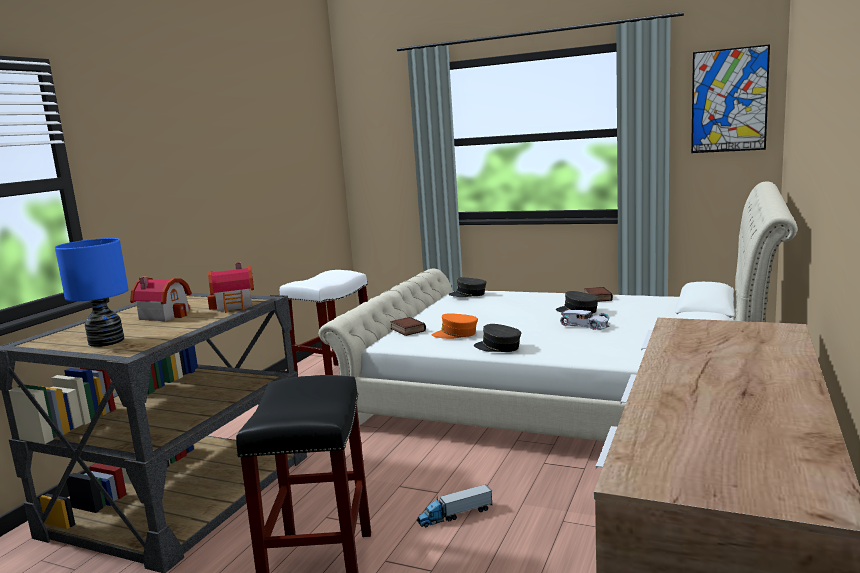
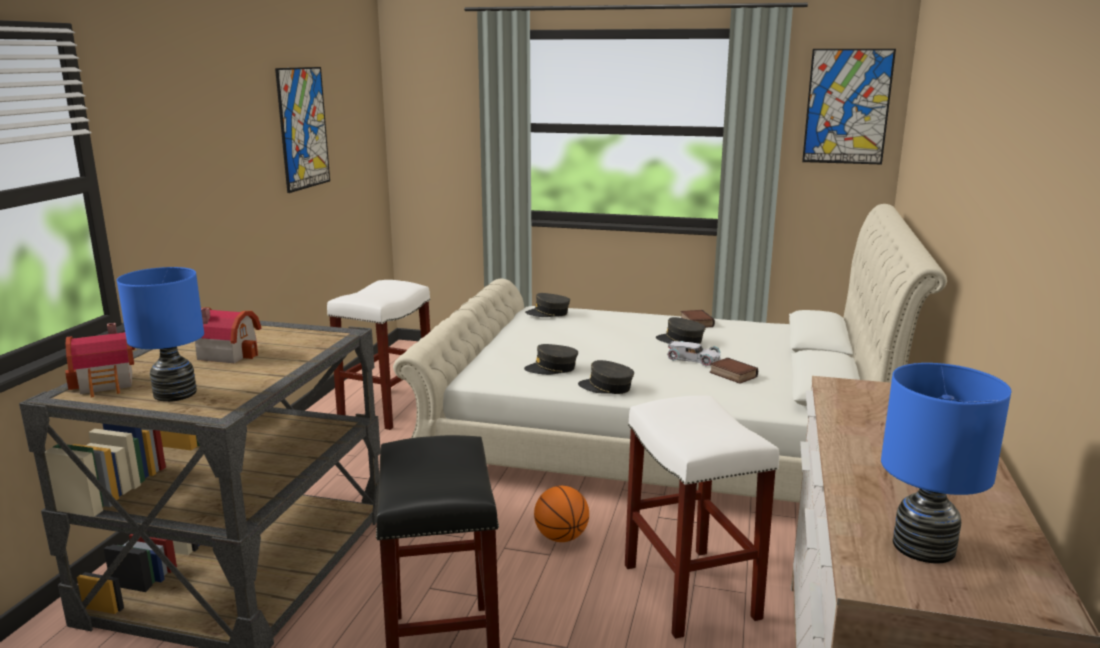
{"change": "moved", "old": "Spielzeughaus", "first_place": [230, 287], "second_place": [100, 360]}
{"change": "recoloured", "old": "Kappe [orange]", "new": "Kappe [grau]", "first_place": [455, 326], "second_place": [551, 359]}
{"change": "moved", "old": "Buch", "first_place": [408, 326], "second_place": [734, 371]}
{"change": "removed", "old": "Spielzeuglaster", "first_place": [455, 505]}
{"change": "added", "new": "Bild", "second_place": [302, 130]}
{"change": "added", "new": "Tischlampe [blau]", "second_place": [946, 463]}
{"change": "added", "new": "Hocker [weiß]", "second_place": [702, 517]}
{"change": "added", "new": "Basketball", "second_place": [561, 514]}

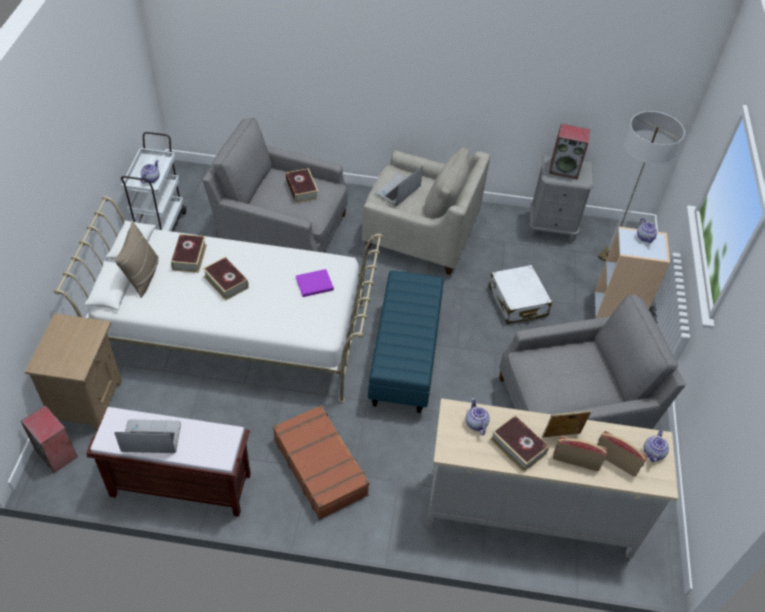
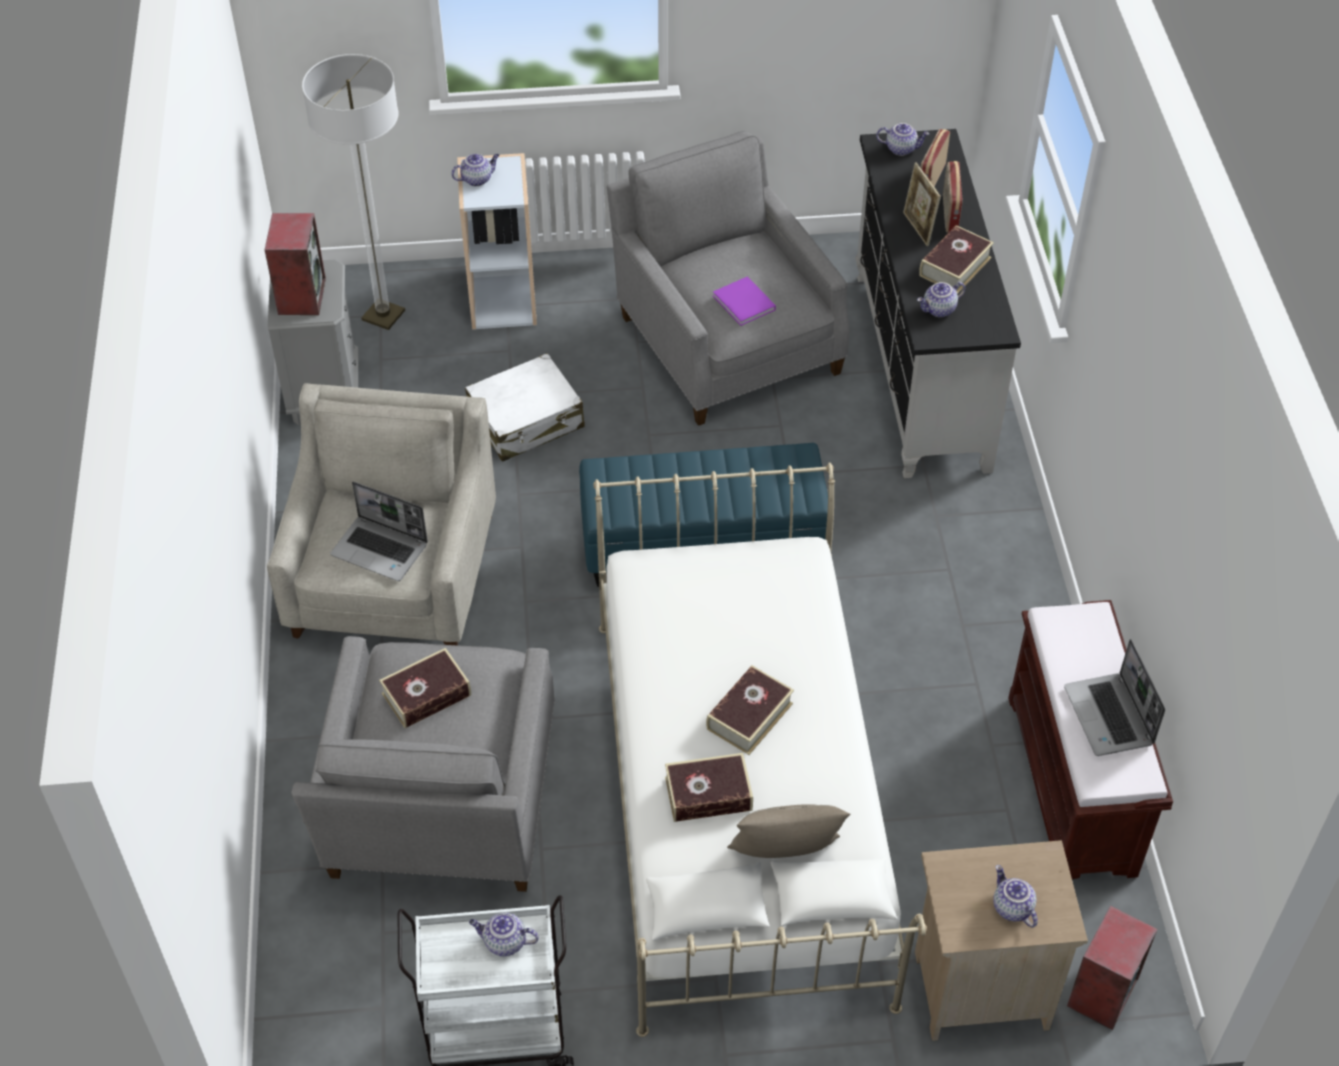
{"change": "moved", "old": "Buch [lila]", "first_place": [315, 283], "second_place": [744, 301]}
{"change": "recoloured", "old": "Kommode [beige]", "new": "Kommode [schwarz]", "first_place": [552, 478], "second_place": [938, 303]}
{"change": "removed", "old": "Koffer [braun]", "first_place": [321, 462]}
{"change": "added", "new": "Teekanne", "second_place": [1015, 896]}

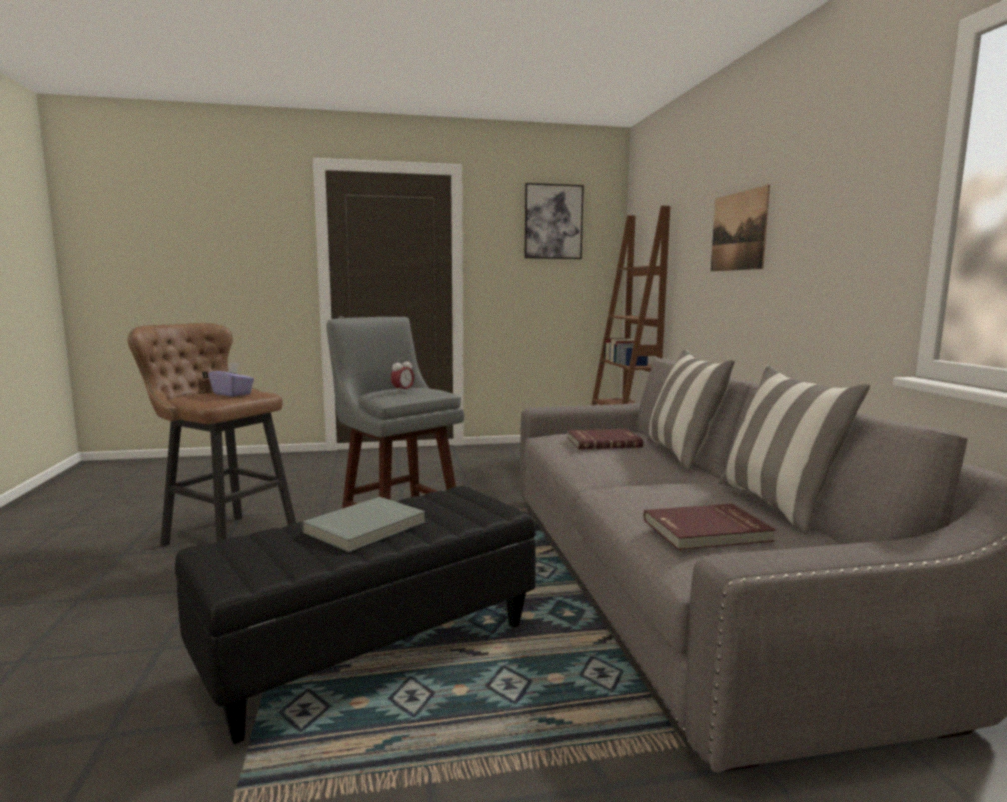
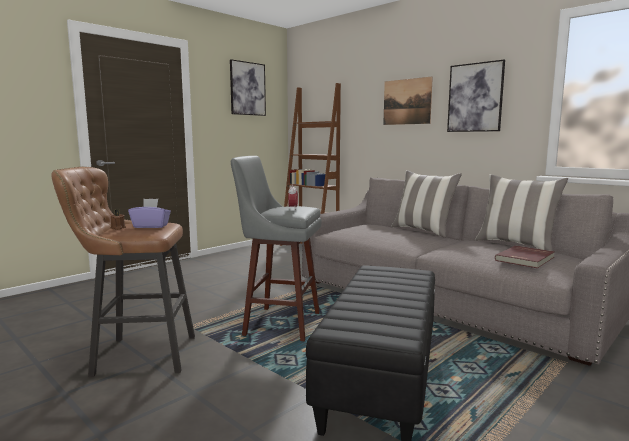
{"change": "removed", "old": "Buch [rot]", "first_place": [605, 439]}
{"change": "removed", "old": "Buch [grau]", "first_place": [363, 524]}
{"change": "added", "new": "Bild", "second_place": [476, 96]}

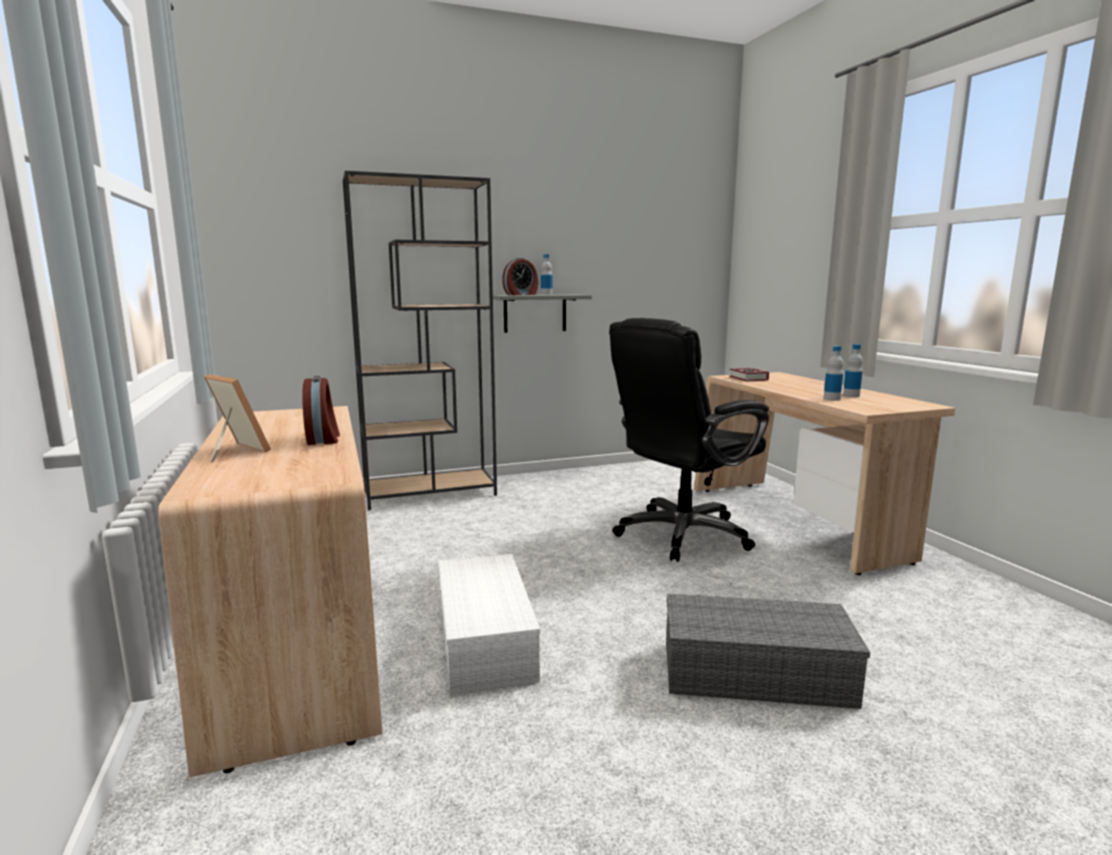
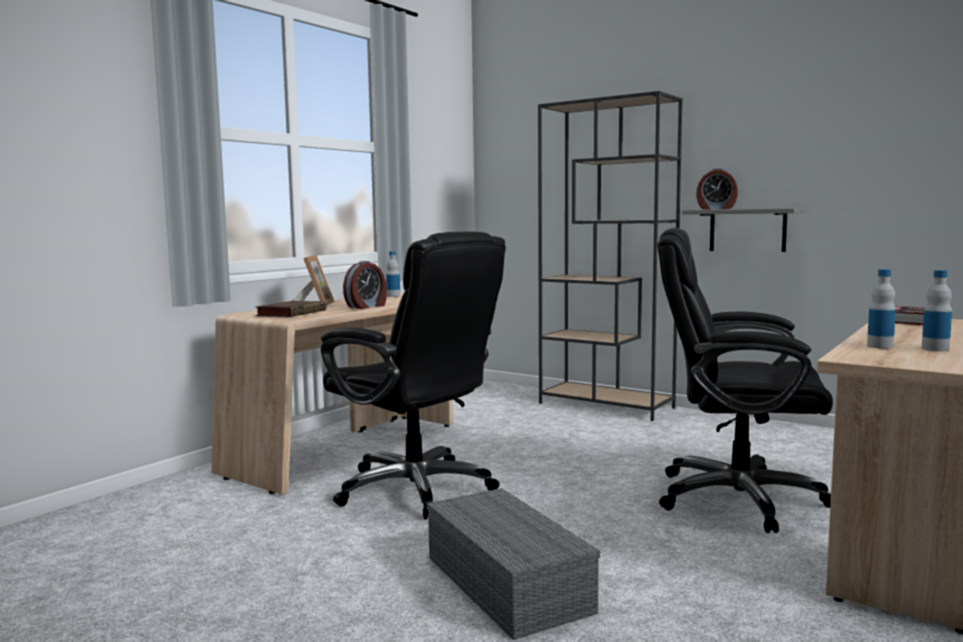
{"change": "moved", "old": "Flasche", "first_place": [546, 274], "second_place": [393, 274]}
{"change": "replaced", "old": "Aufbewahrungsbox [weiß]", "new": "Bürostuhl [schwarz]", "first_place": [489, 624], "second_place": [413, 375]}
{"change": "added", "new": "Buch", "second_place": [291, 309]}

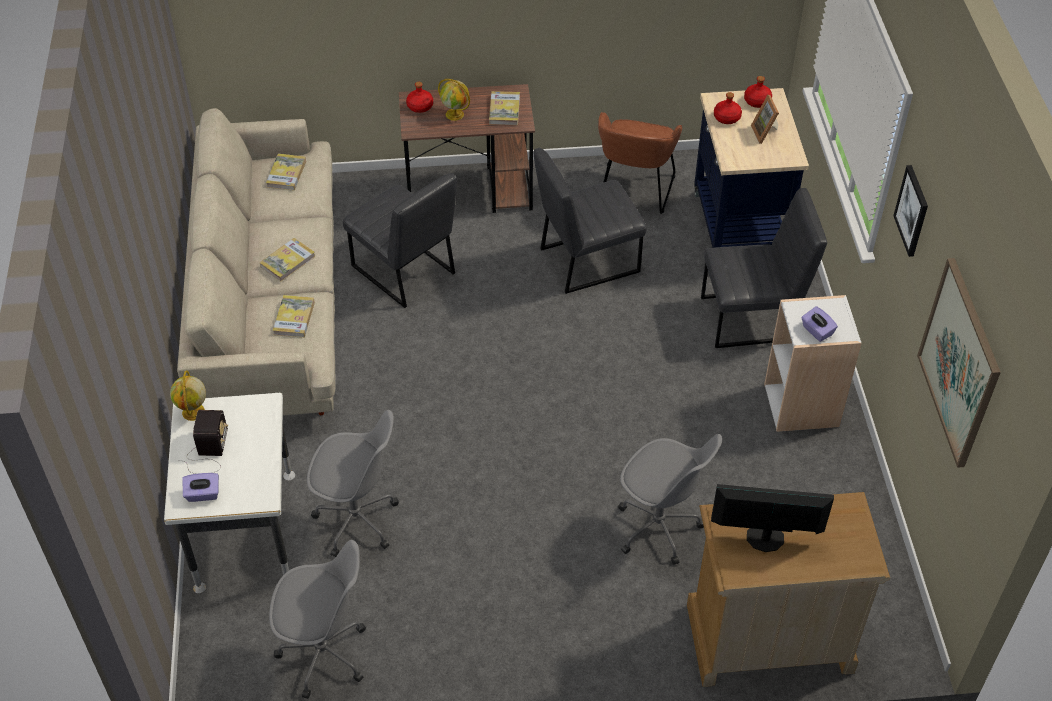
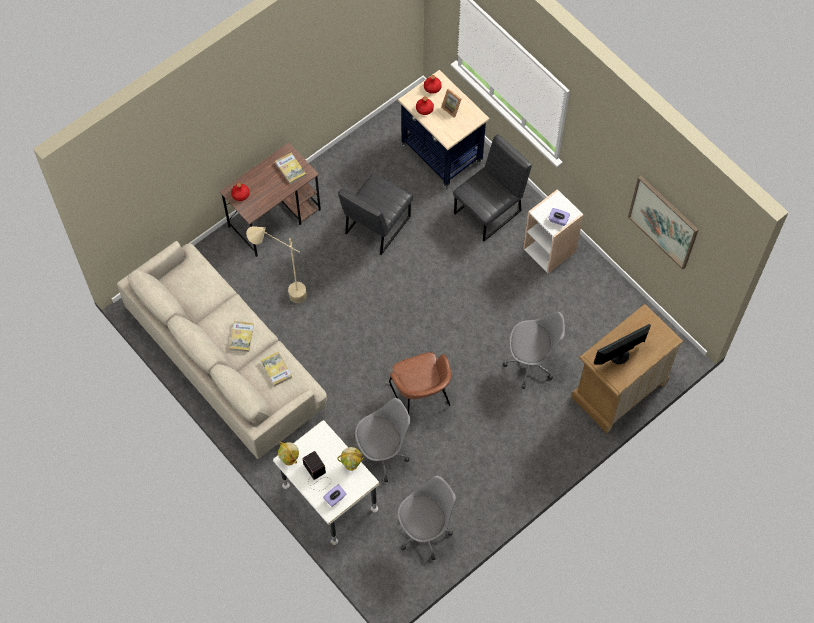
{"change": "moved", "old": "Globus", "first_place": [454, 100], "second_place": [350, 459]}
{"change": "moved", "old": "Sessel [braun]", "first_place": [640, 163], "second_place": [420, 383]}
{"change": "removed", "old": "Buch", "first_place": [286, 172]}
{"change": "removed", "old": "Bild", "first_place": [910, 211]}
{"change": "replaced", "old": "Stuhl [grau]", "new": "Stehlampe [beige]", "first_place": [400, 240], "second_place": [276, 264]}

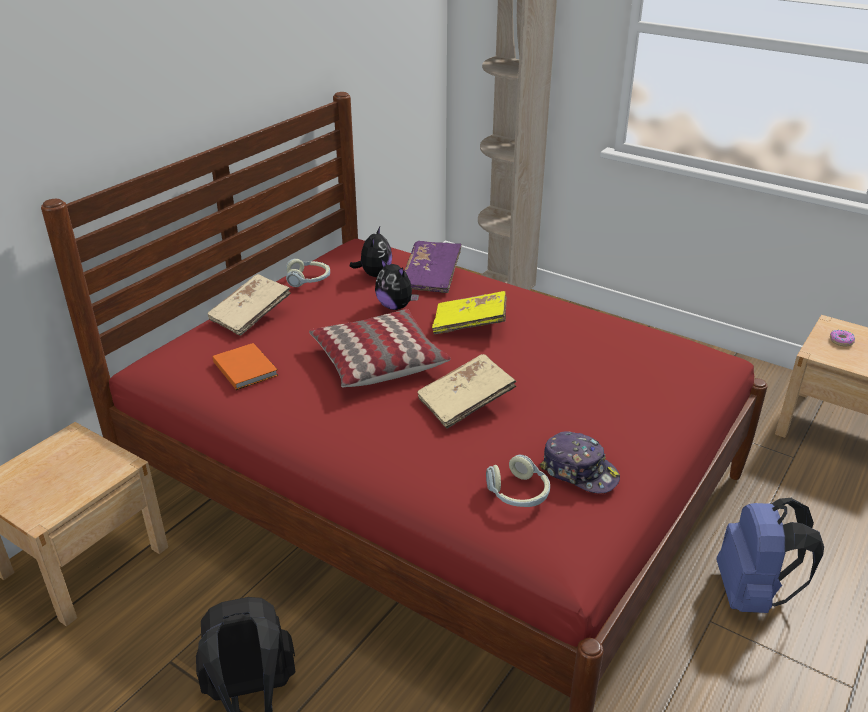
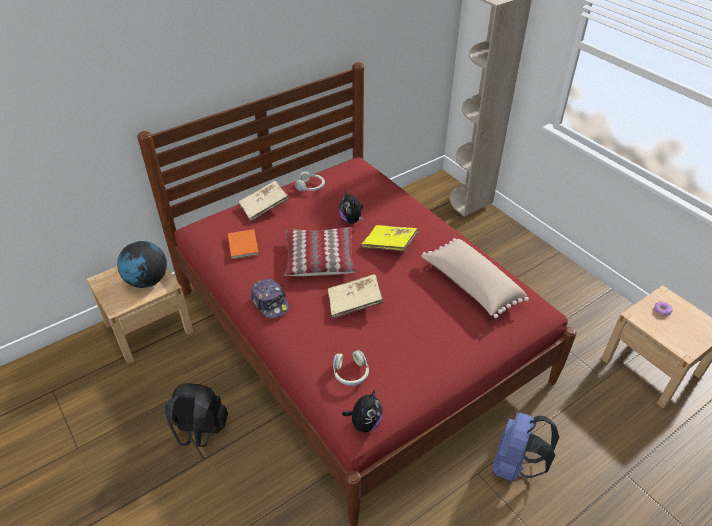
{"change": "moved", "old": "Plüschtier", "first_place": [371, 252], "second_place": [362, 411]}
{"change": "removed", "old": "Buch [lila]", "first_place": [433, 267]}
{"change": "moved", "old": "Kappe", "first_place": [580, 462], "second_place": [270, 298]}
{"change": "added", "new": "Kissen [beige]", "second_place": [475, 278]}
{"change": "added", "new": "Globus", "second_place": [142, 264]}

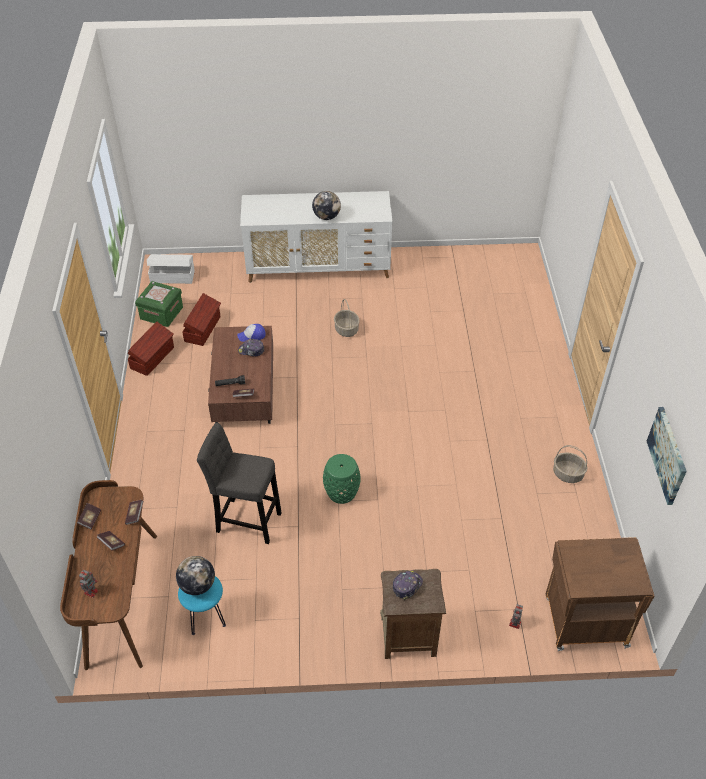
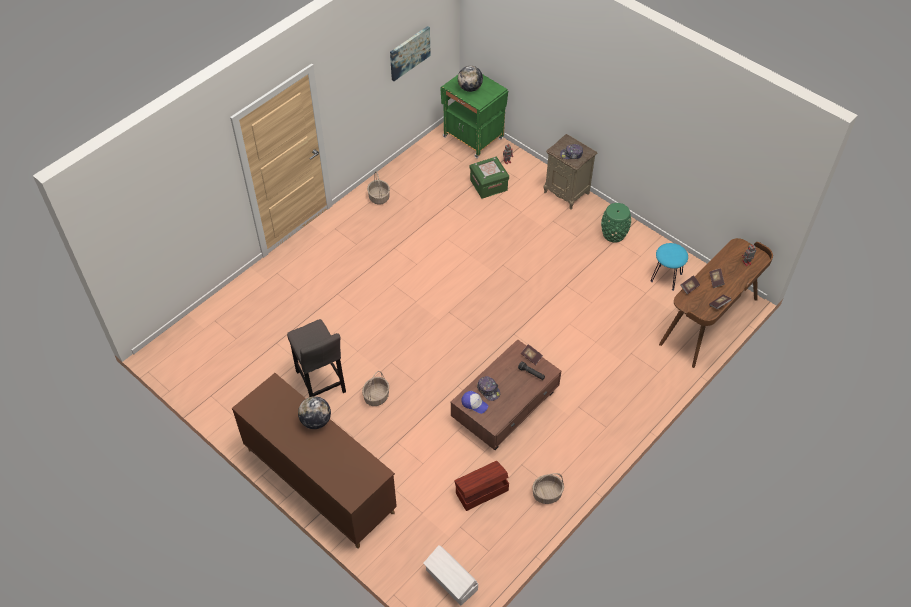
{"change": "recoloured", "old": "Kommode [weiß]", "new": "Kommode [braun]", "first_place": [316, 237], "second_place": [314, 461]}
{"change": "moved", "old": "Aufbewahrungsbox [grün]", "first_place": [159, 304], "second_place": [489, 178]}
{"change": "replaced", "old": "Aufbewahrungsbox [braun]", "new": "Korb", "first_place": [151, 349], "second_place": [548, 488]}
{"change": "moved", "old": "Hocker [grau]", "first_place": [239, 483], "second_place": [316, 358]}
{"change": "moved", "old": "Hocker [grün]", "first_place": [342, 479], "second_place": [616, 223]}
{"change": "recoloured", "old": "Rollwagen [braun]", "new": "Rollwagen [grün]", "first_place": [599, 594], "second_place": [474, 116]}
{"change": "moved", "old": "Globus", "first_place": [195, 575], "second_place": [470, 79]}

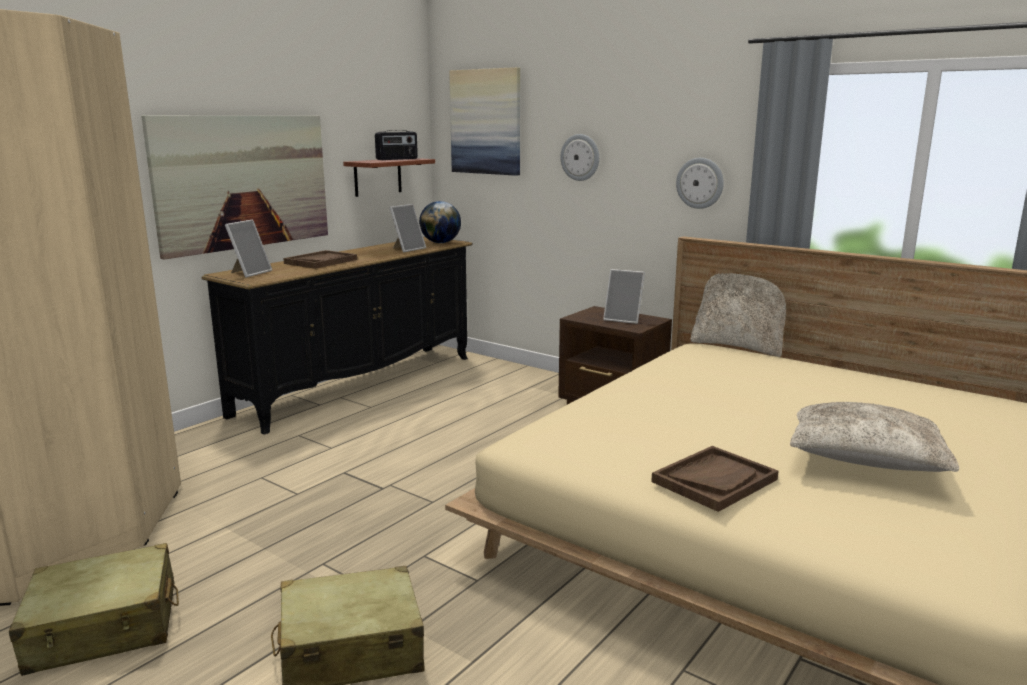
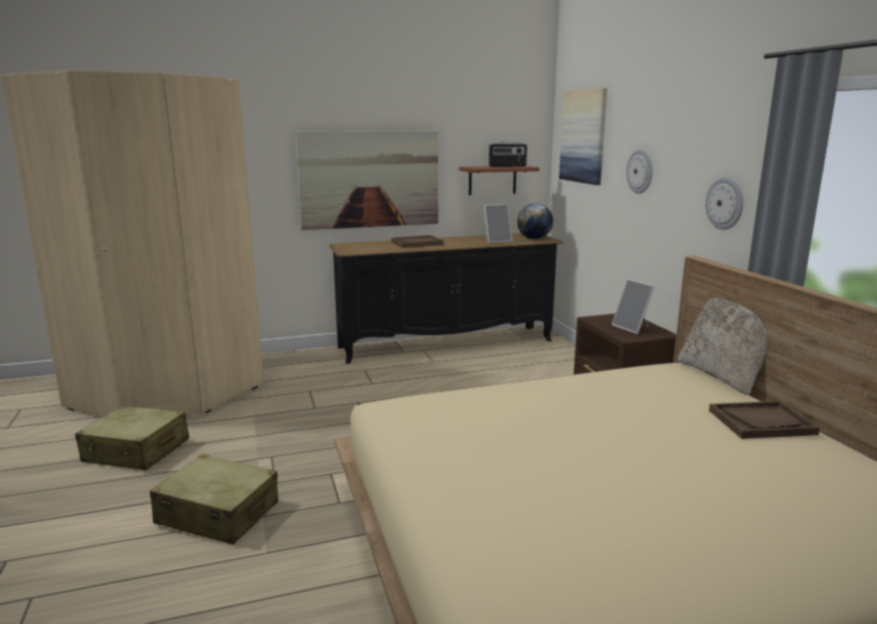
{"change": "removed", "old": "Bilderrahmen", "first_place": [248, 248]}
{"change": "removed", "old": "Kissen [beige]", "first_place": [874, 437]}
{"change": "moved", "old": "Tablett [braun]", "first_place": [714, 479], "second_place": [764, 420]}

